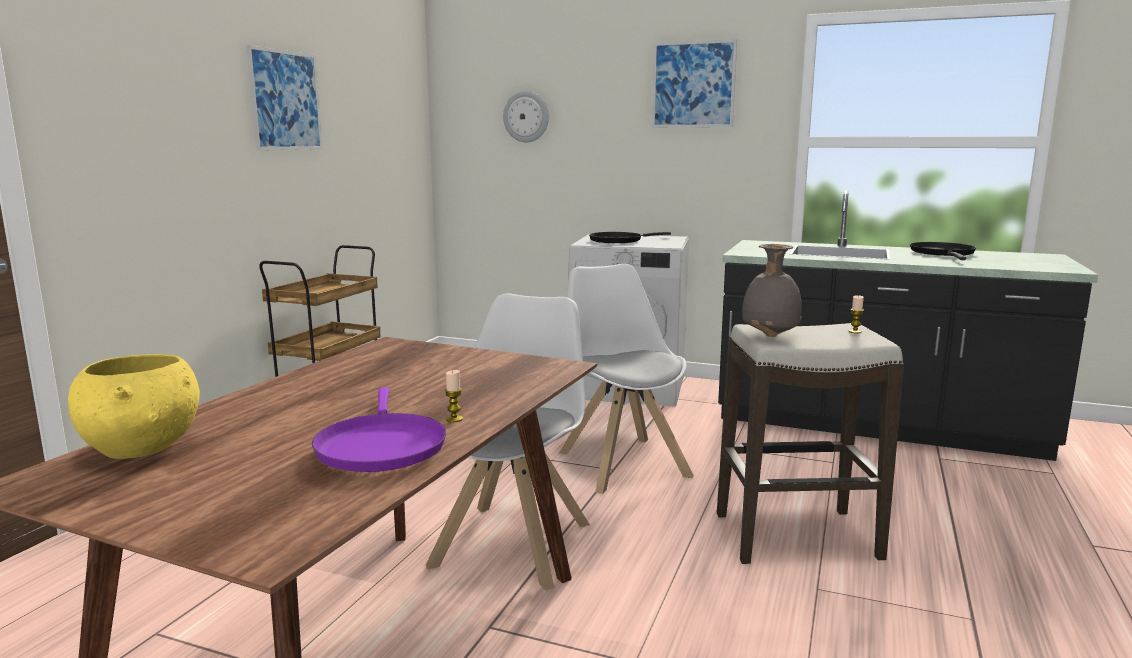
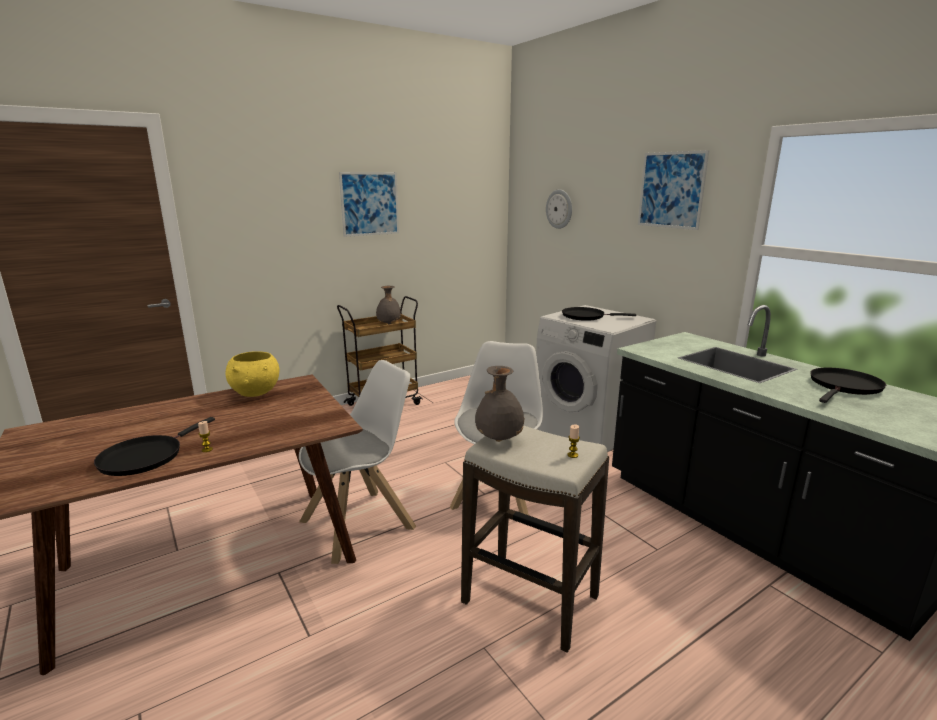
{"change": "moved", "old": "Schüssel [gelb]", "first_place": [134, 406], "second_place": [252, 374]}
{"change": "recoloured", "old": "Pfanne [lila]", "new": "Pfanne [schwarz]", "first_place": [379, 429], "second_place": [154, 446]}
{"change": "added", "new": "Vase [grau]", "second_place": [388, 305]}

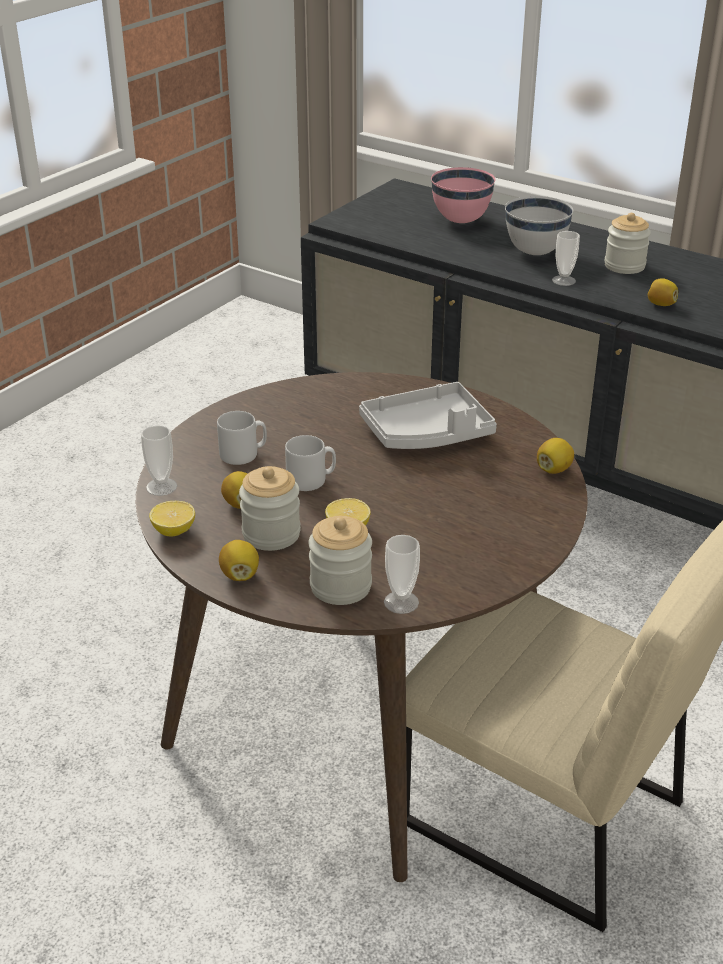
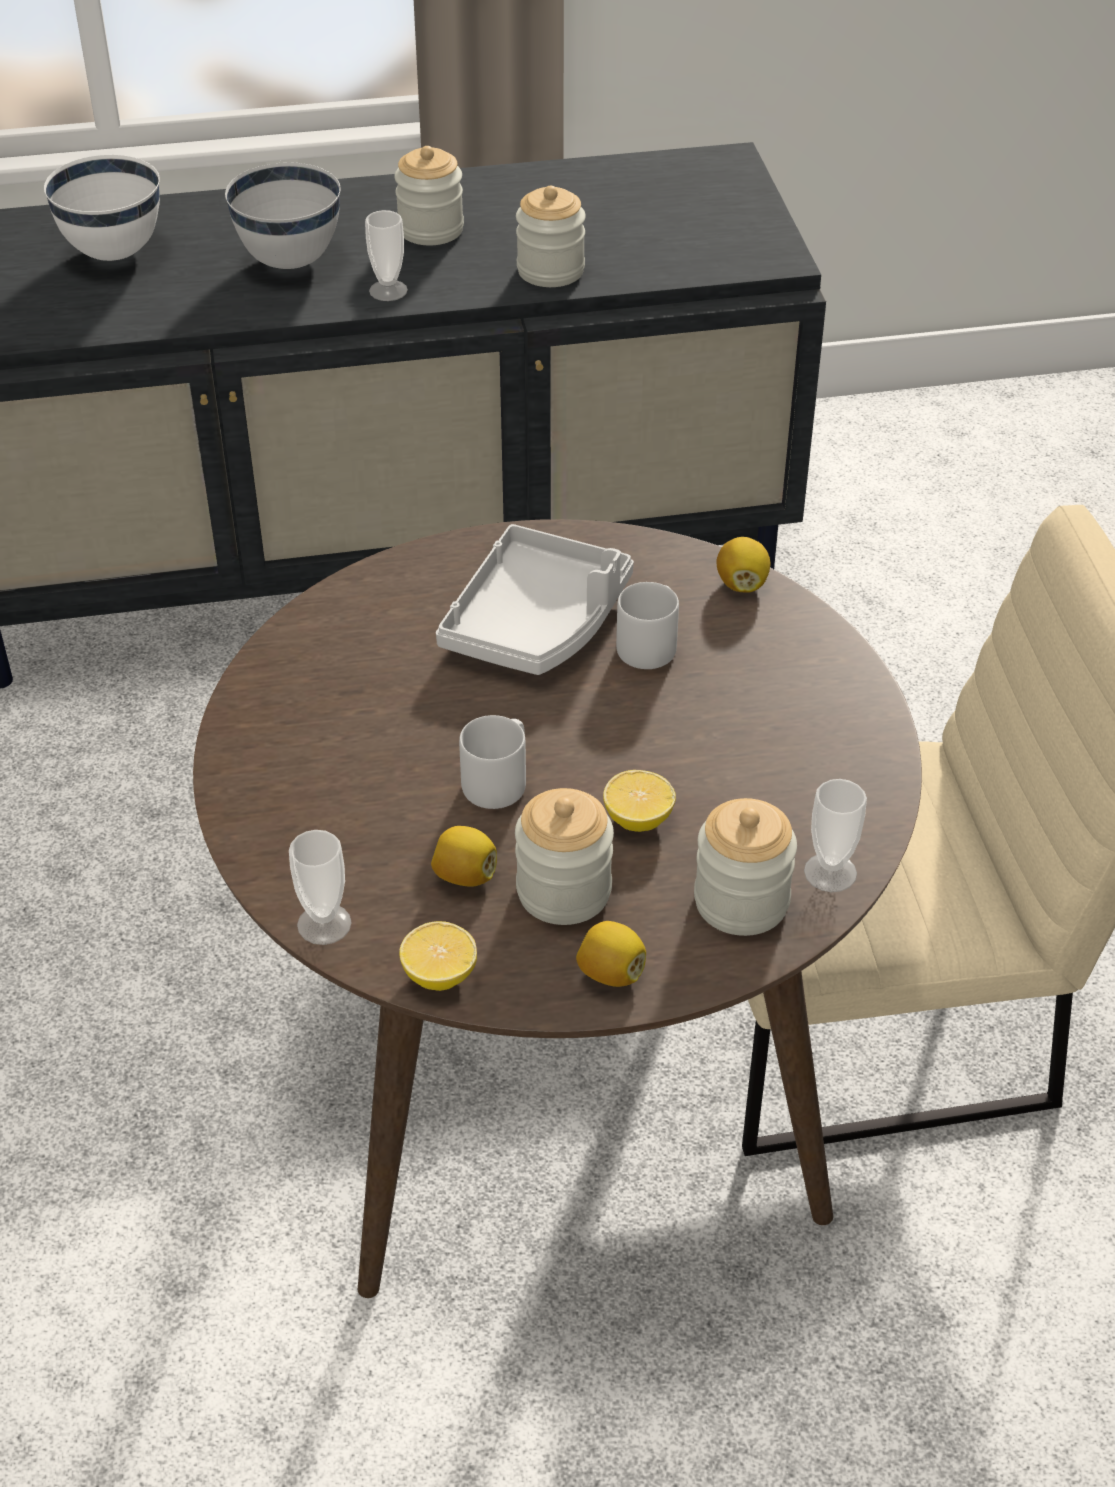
{"change": "recoloured", "old": "Schüssel [rosa]", "new": "Schüssel [weiß]", "first_place": [463, 195], "second_place": [102, 208]}
{"change": "replaced", "old": "Zitrone", "new": "Vorratsglas", "first_place": [663, 292], "second_place": [551, 236]}
{"change": "moved", "old": "Henkelbecher [grau]", "first_place": [242, 438], "second_place": [647, 625]}

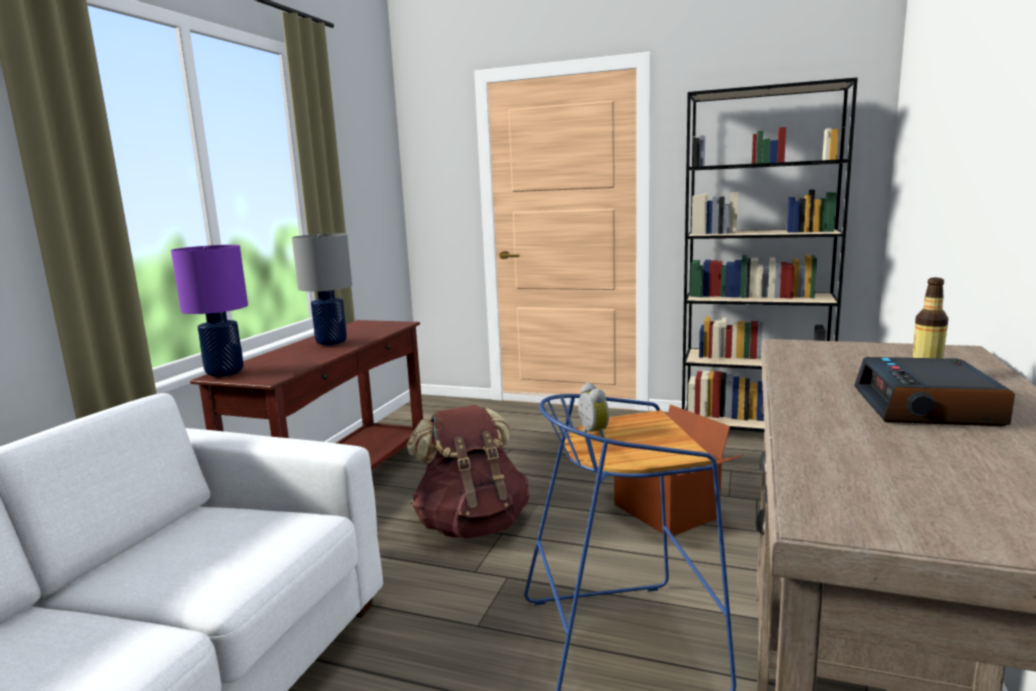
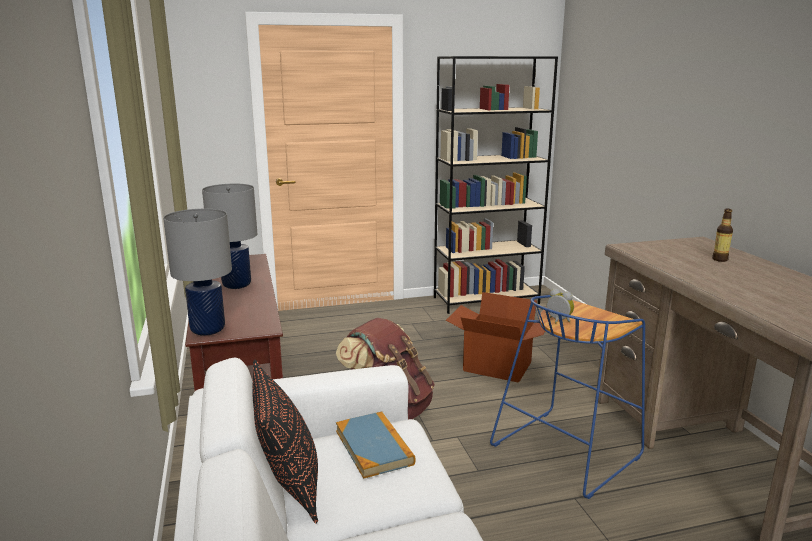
{"change": "recoloured", "old": "Tischlampe [lila]", "new": "Tischlampe [grau]", "first_place": [209, 311], "second_place": [197, 272]}
{"change": "removed", "old": "Wecker", "first_place": [934, 391]}
{"change": "added", "new": "Kissen [schwarz]", "second_place": [285, 442]}
{"change": "added", "new": "Buch", "second_place": [376, 445]}

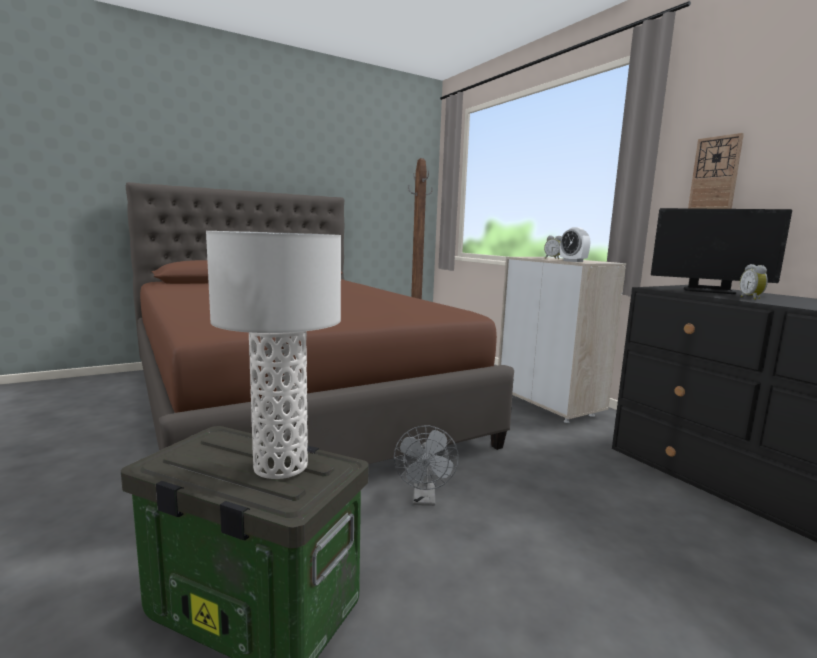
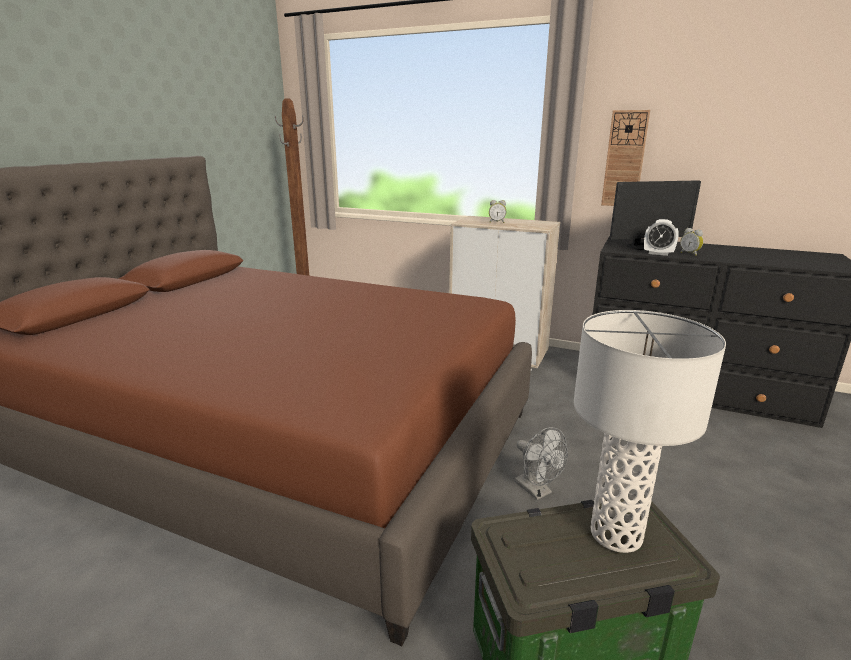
{"change": "moved", "old": "Wecker", "first_place": [575, 244], "second_place": [661, 237]}

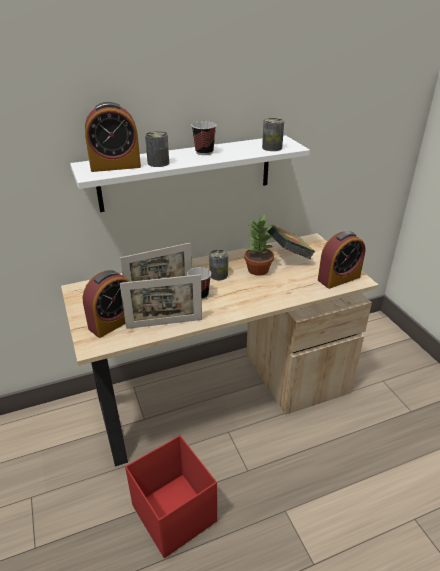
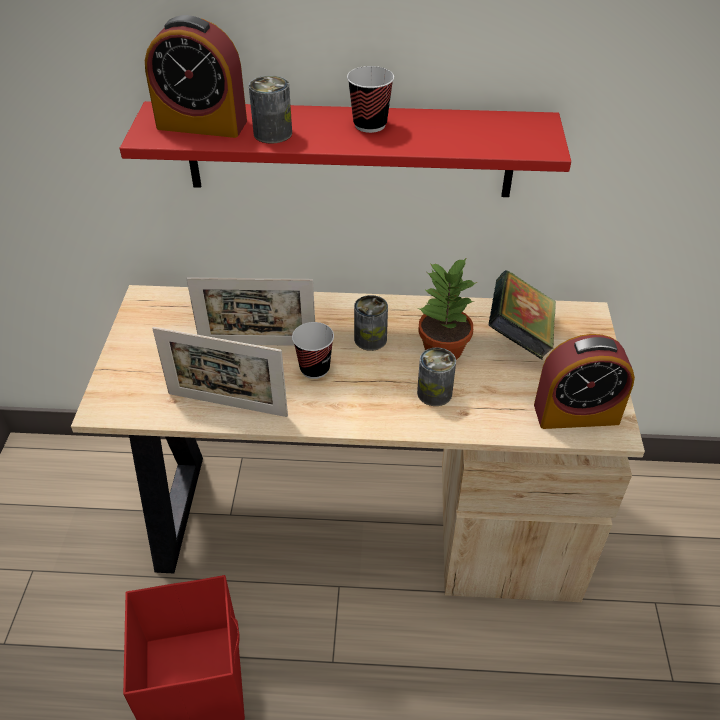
{"change": "moved", "old": "Dose", "first_place": [273, 134], "second_place": [436, 376]}
{"change": "recoloured", "old": "Wandregal [weiß]", "new": "Wandregal [rot]", "first_place": [190, 173], "second_place": [345, 149]}
{"change": "removed", "old": "Wecker", "first_place": [107, 304]}

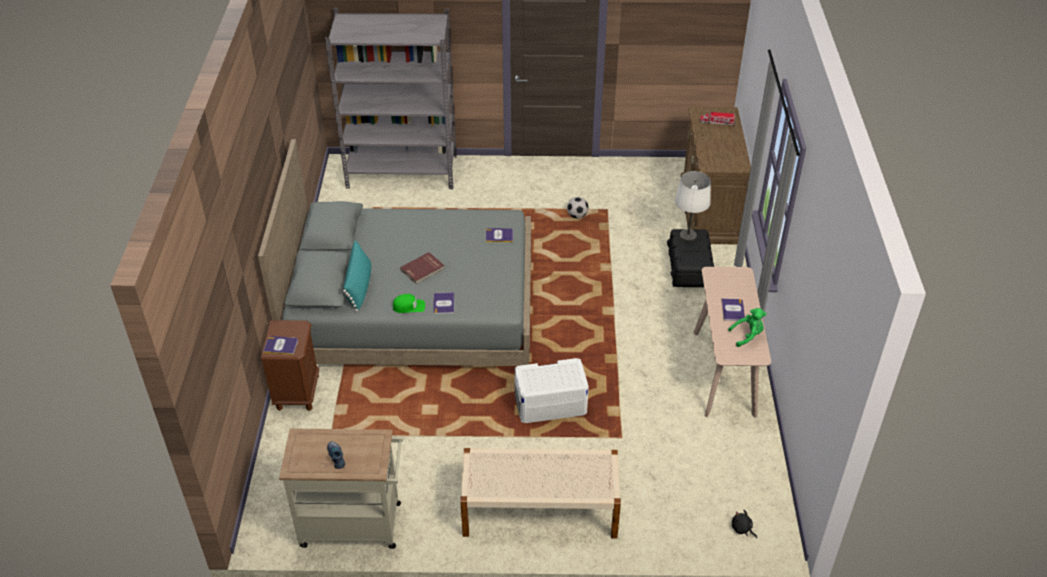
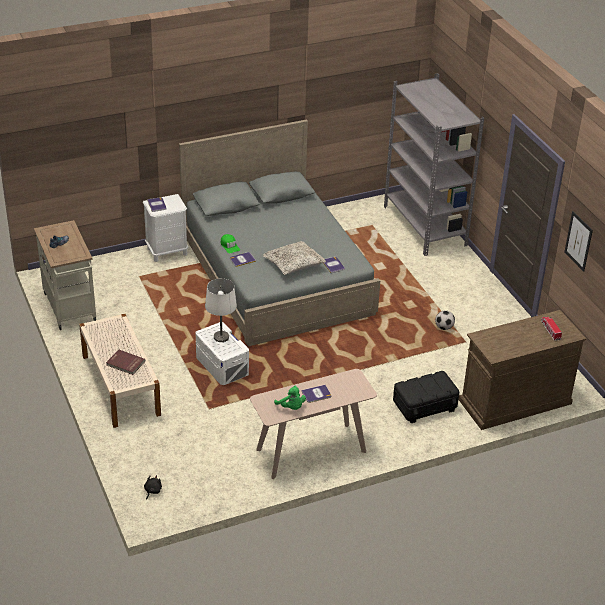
{"change": "moved", "old": "Tischlampe [weiß]", "first_place": [693, 206], "second_place": [221, 310]}
{"change": "removed", "old": "Kissen [türkis]", "first_place": [357, 276]}
{"change": "moved", "old": "Buch [rot]", "first_place": [422, 268], "second_place": [125, 362]}
{"change": "recoloured", "old": "Nachttisch [braun]", "new": "Nachttisch [weiß]", "first_place": [290, 365], "second_place": [166, 228]}
{"change": "added", "new": "Bild", "second_place": [578, 241]}
{"change": "added", "new": "Kissen [beige]", "second_place": [294, 258]}

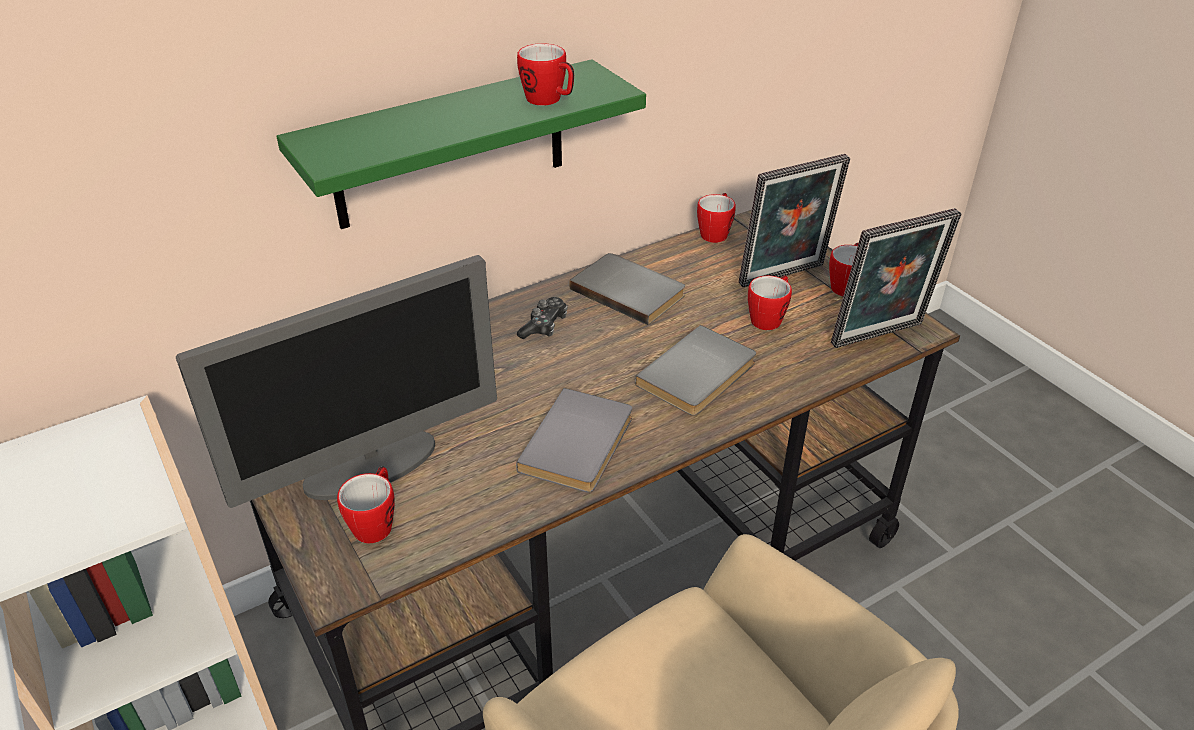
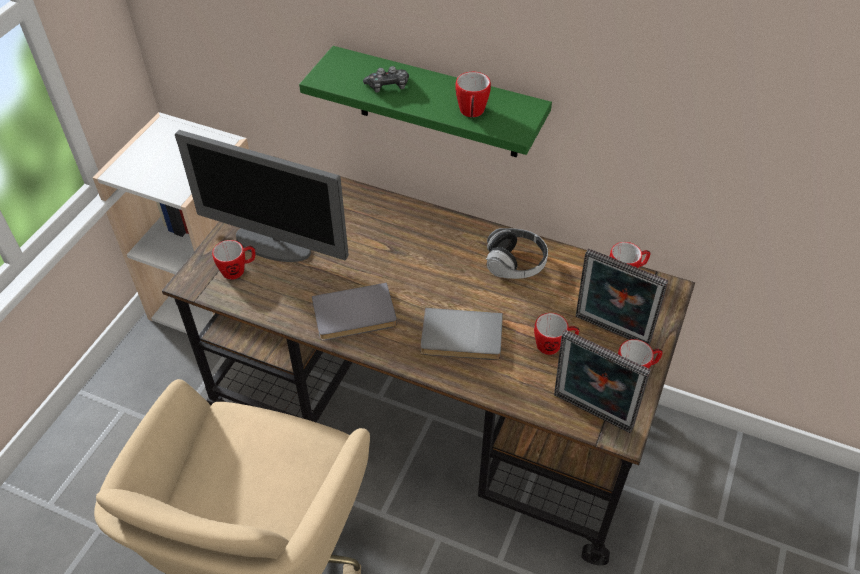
{"change": "replaced", "old": "Buch [grau]", "new": "Kopfhörer", "first_place": [627, 289], "second_place": [517, 253]}
{"change": "moved", "old": "Gamepad", "first_place": [542, 318], "second_place": [386, 79]}

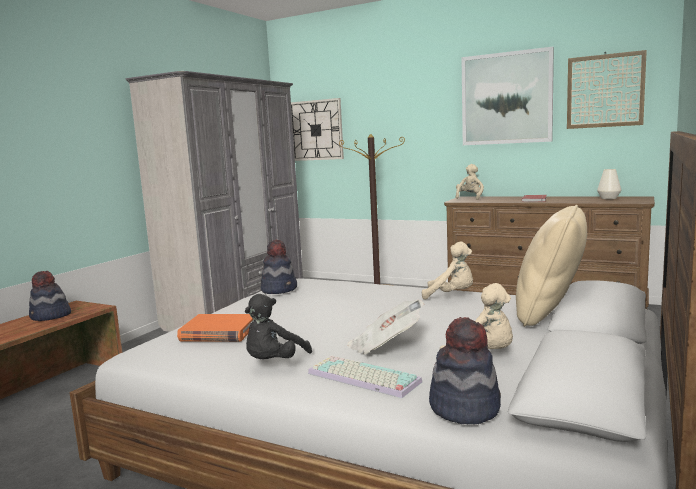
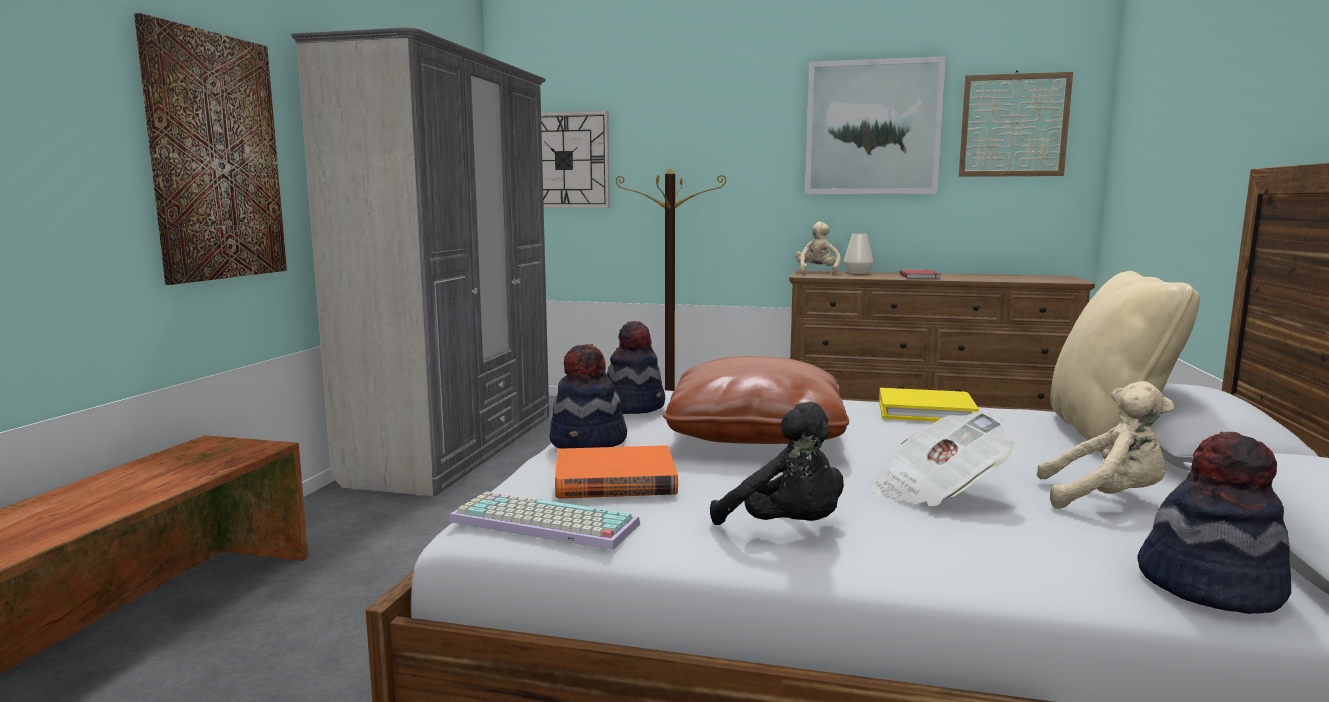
{"change": "moved", "old": "Vase [weiß]", "first_place": [609, 184], "second_place": [858, 254]}
{"change": "replaced", "old": "Plüschtier [beige]", "new": "Buch [gelb]", "first_place": [447, 270], "second_place": [929, 404]}
{"change": "moved", "old": "Hut", "first_place": [50, 296], "second_place": [588, 396]}
{"change": "turned", "old": "Plüschtier [schwarz]", "first_place": [278, 326], "second_place": [777, 463], "degrees": -60}
{"change": "moved", "old": "Tastatur", "first_place": [365, 377], "second_place": [544, 520]}
{"change": "added", "new": "Bild", "second_place": [210, 149]}
{"change": "added", "new": "Kissen [braun]", "second_place": [756, 400]}

